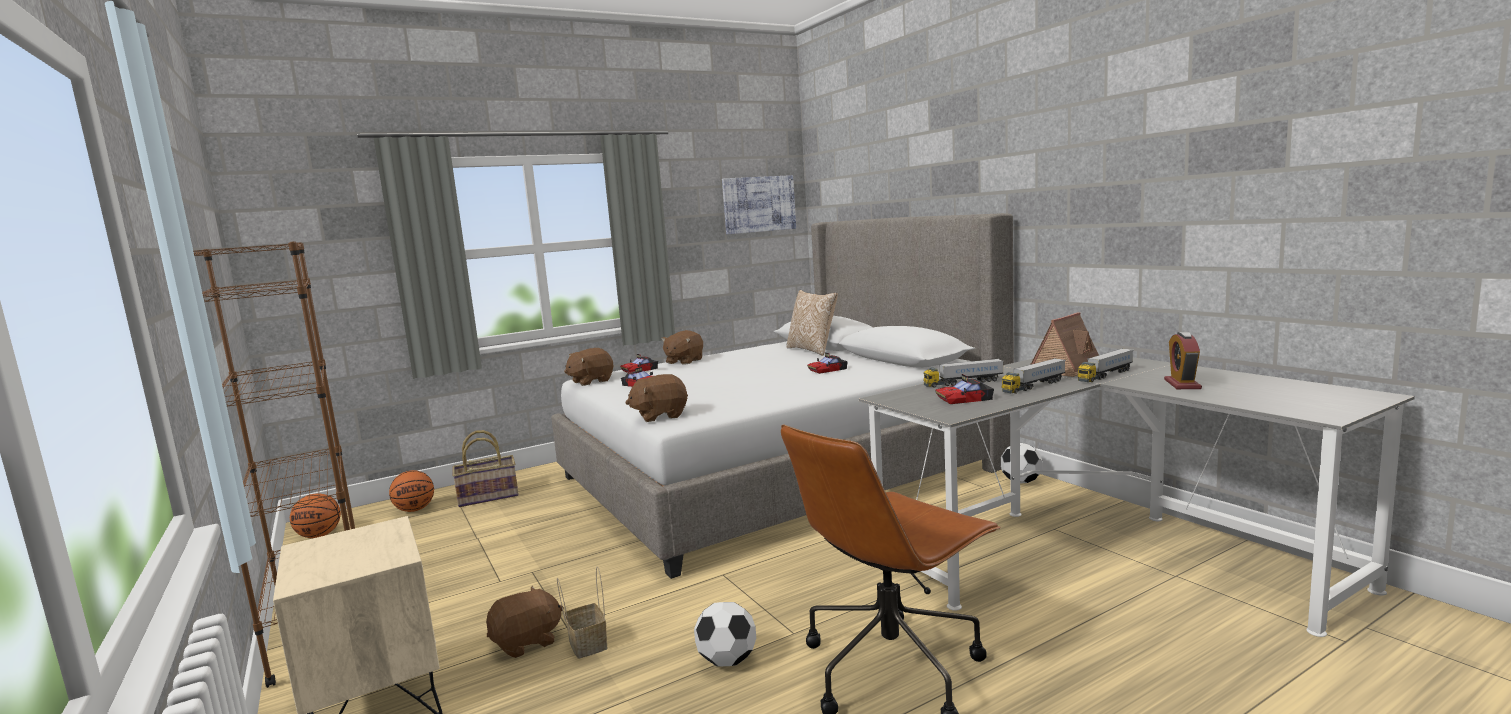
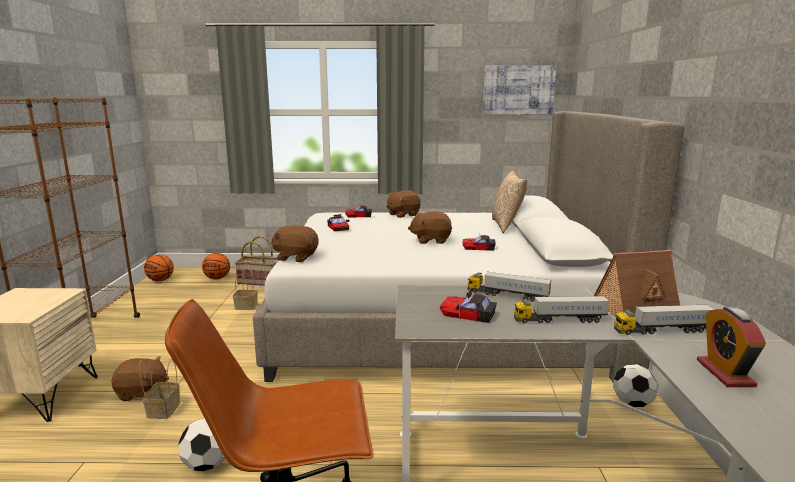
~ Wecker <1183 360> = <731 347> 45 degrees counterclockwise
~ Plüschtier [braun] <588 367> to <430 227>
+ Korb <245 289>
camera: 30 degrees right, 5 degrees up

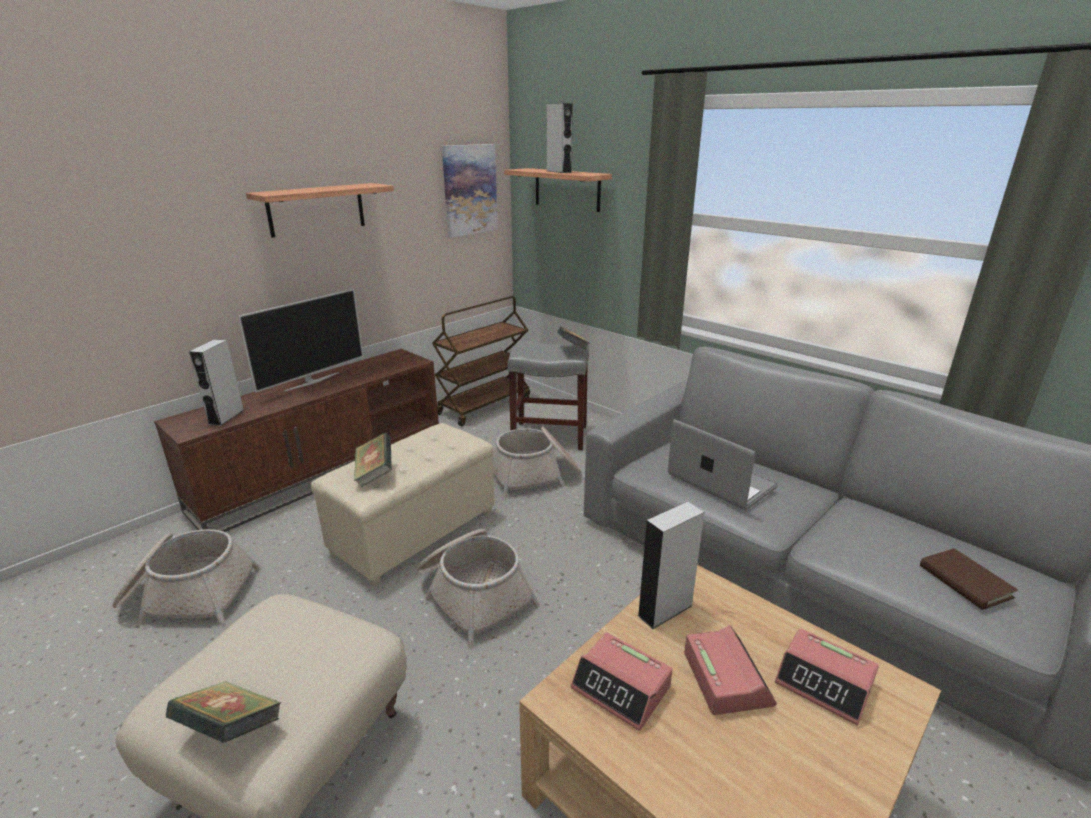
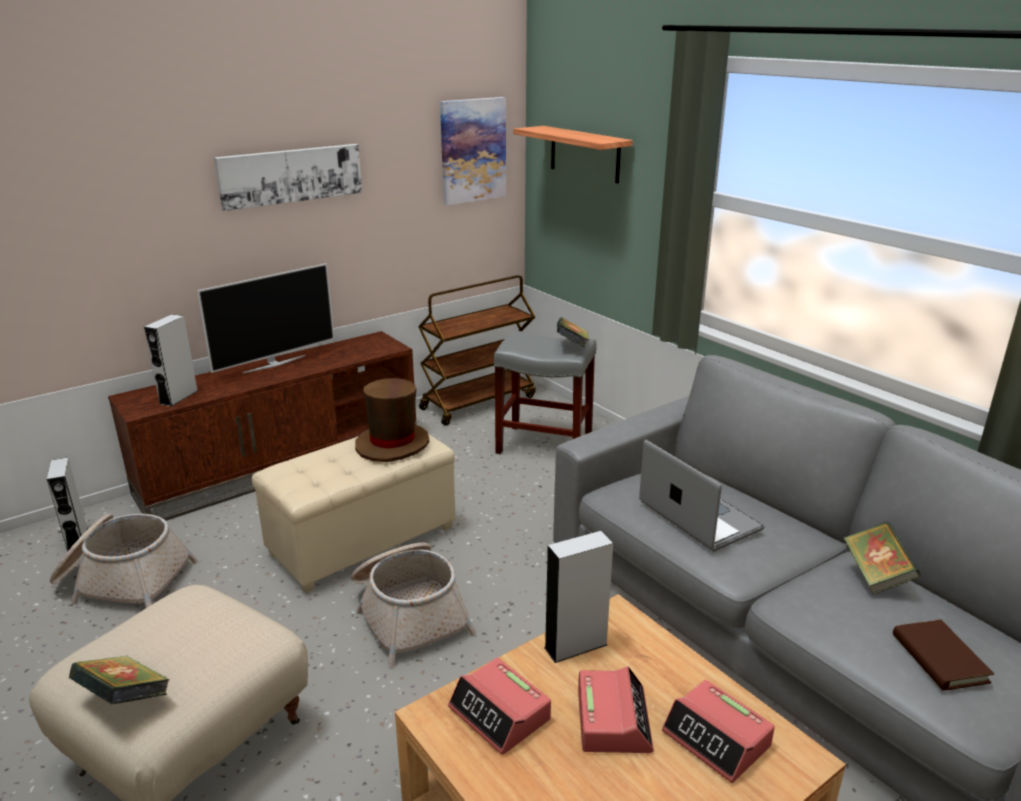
~ Lautsprecher [grau] <560 138> to <67 505>
~ Wandregal <320 210> to Bild <288 177>
- Korb <537 462>
~ Buch <373 460> to <882 558>
+ Hut [braun] <392 420>
camera: 10 degrees right, 0 degrees up

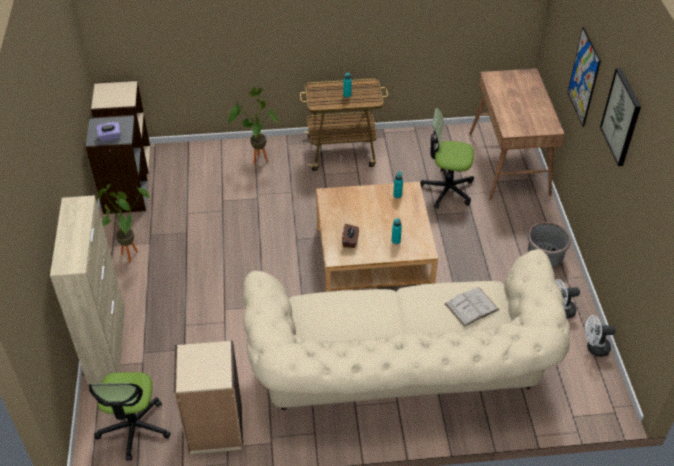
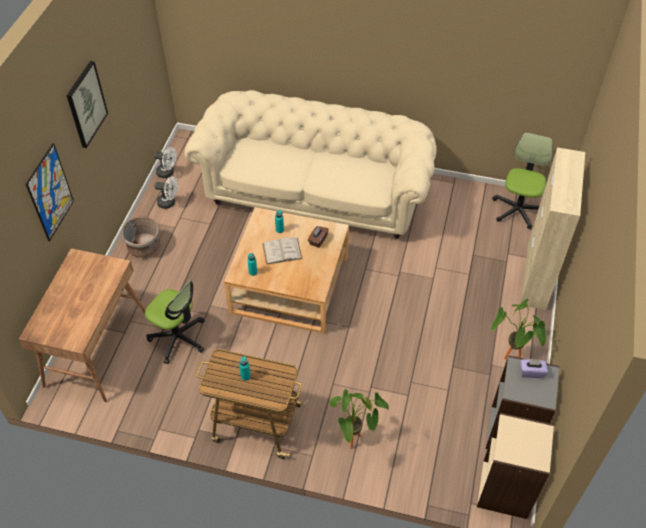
~ Buch [weiß] <472 307> to <282 251>
- Bücherregal [beige] <208 397>
camera: 160 degrees left, 5 degrees up

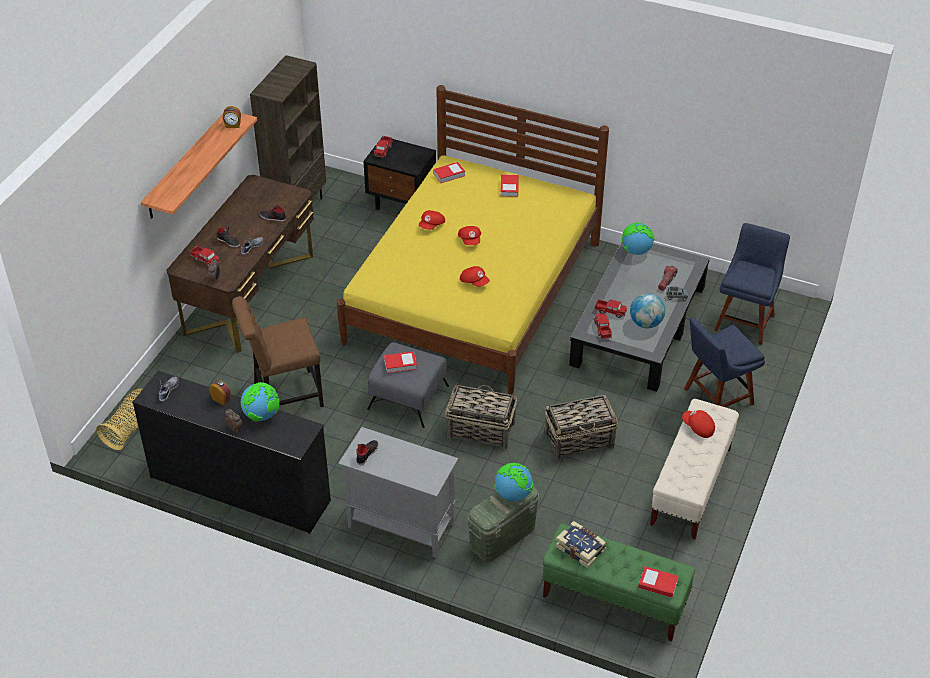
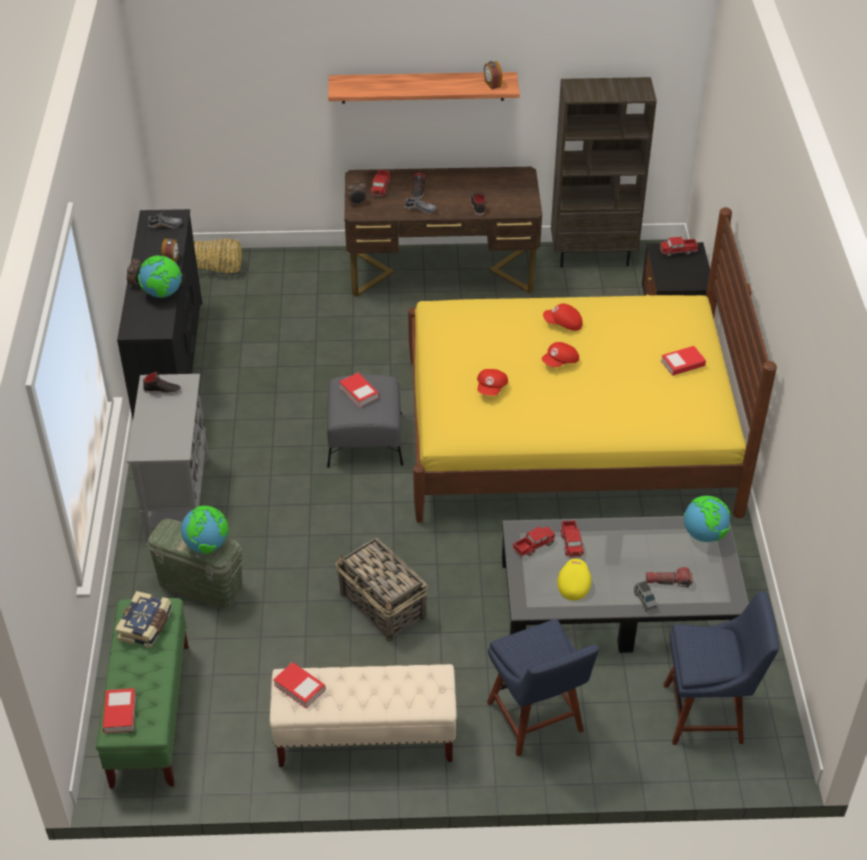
~ Buch <449 172> to <299 685>
~ Globus <647 310> to Kappe [gelb] <574 579>
- Stuhl [braun] <278 351>
~ Stuhl [blau] <724 362> = <543 688> 150 degrees counterclockwise
- Korb <481 415>
- Kappe [rot] <698 424>
camera: 65 degrees right, 0 degrees up

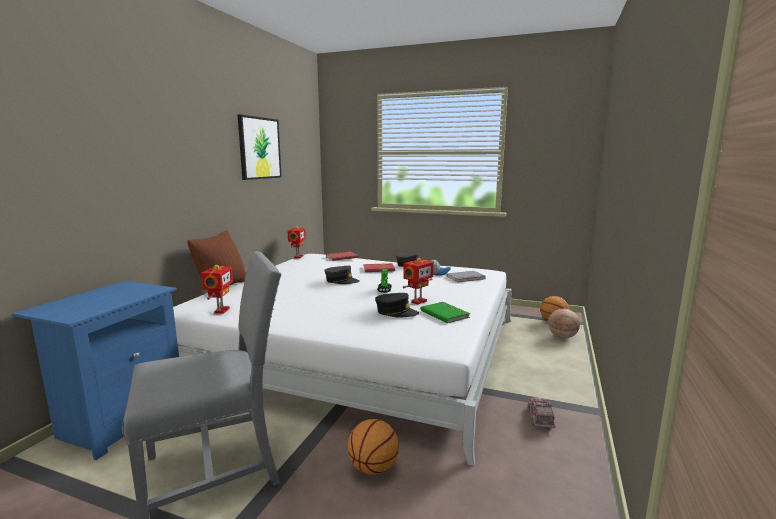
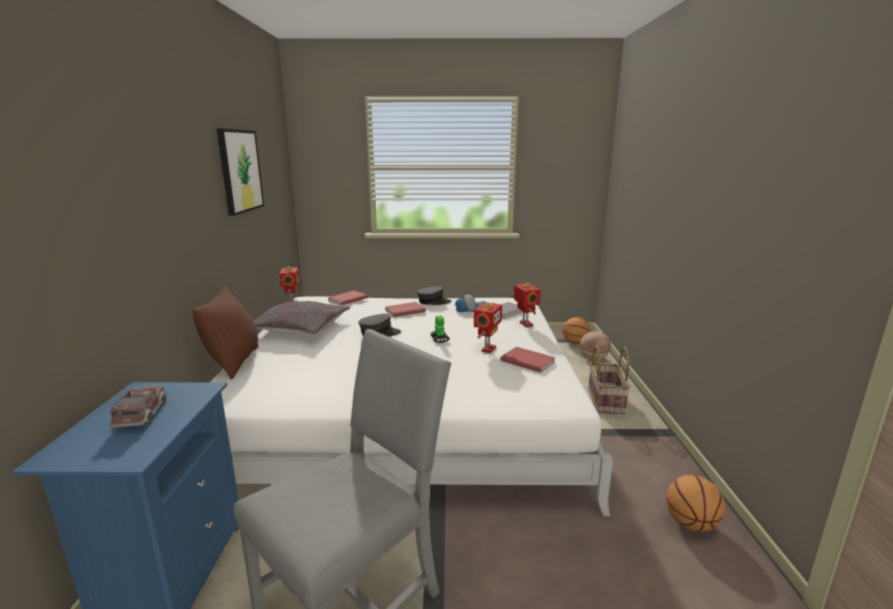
~ Spielzeugroboter <217 289> to <527 305>
- Kappe [schwarz] <397 305>
~ Buch [grün] <445 312> to Buch [rot] <527 360>
~ Spielzeuglaster <542 412> to <138 407>
~ Basketball <373 447> to <695 503>
+ Kissen [grau] <301 318>
+ Korb <609 380>
camera: 20 degrees left, 5 degrees up

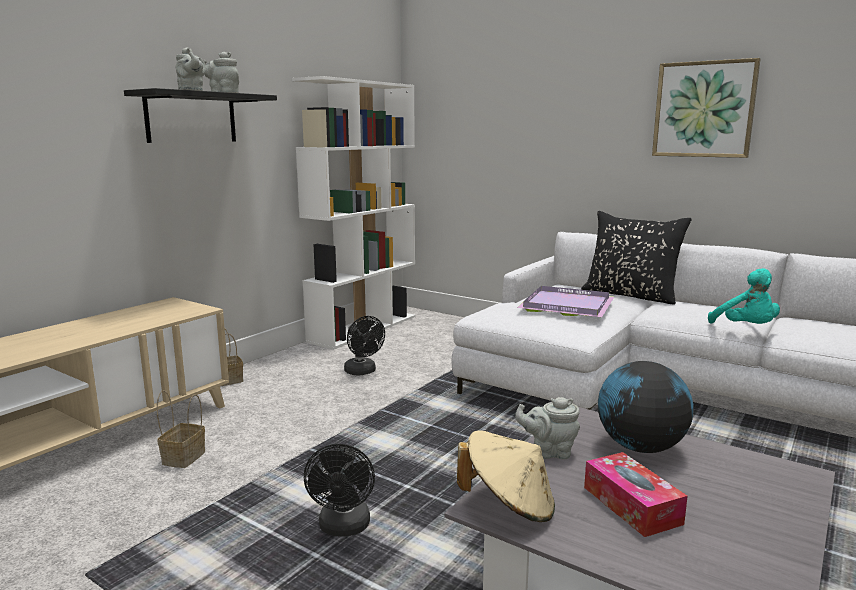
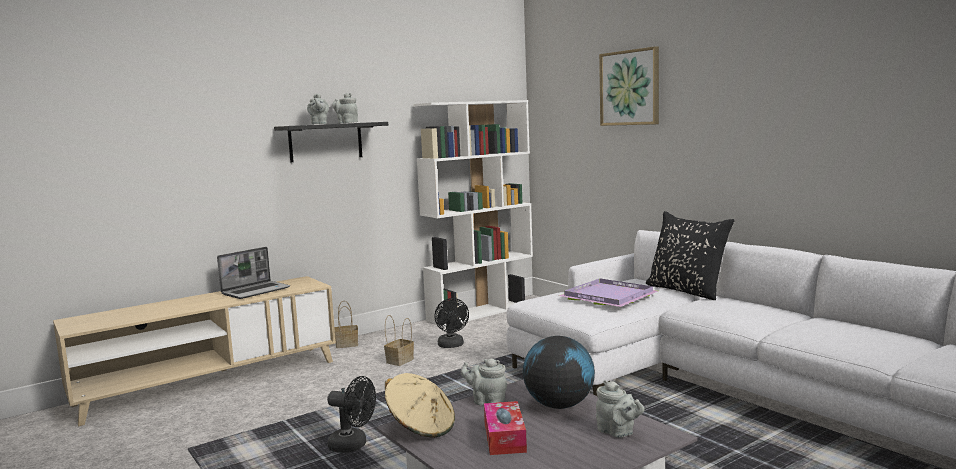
~ Bild <706 108> to <629 86>
- Plüschtier [türkis] <744 296>
~ Korb <181 429> to <399 340>
~ Ventilator [schwarz] <339 490> = <351 414> 90 degrees counterclockwise
+ Laptop <253 273>
+ Teekanne [grau] <620 409>
camera: 20 degrees right, 5 degrees down

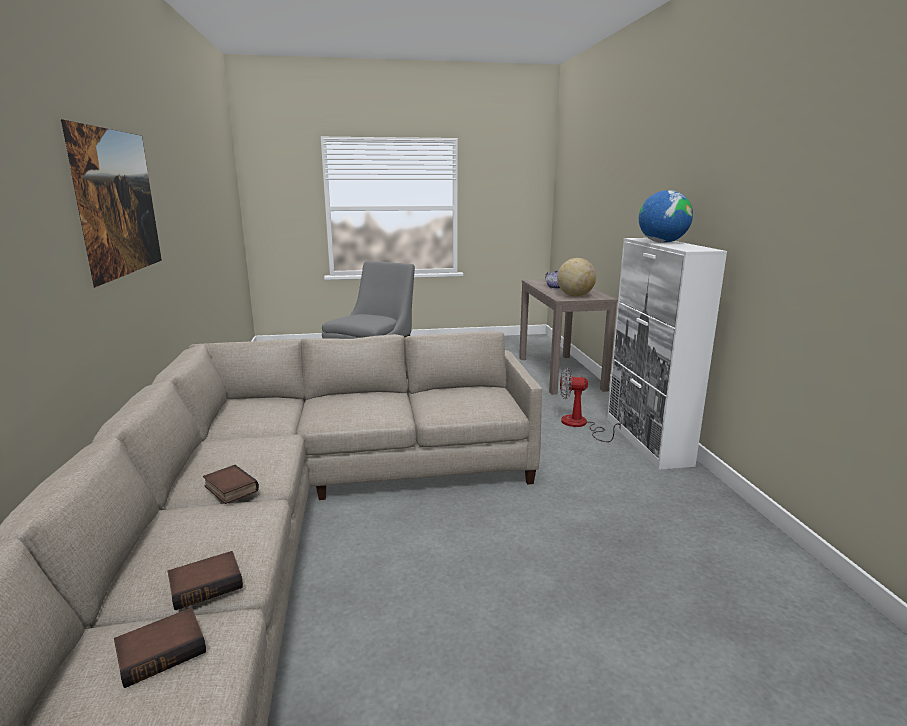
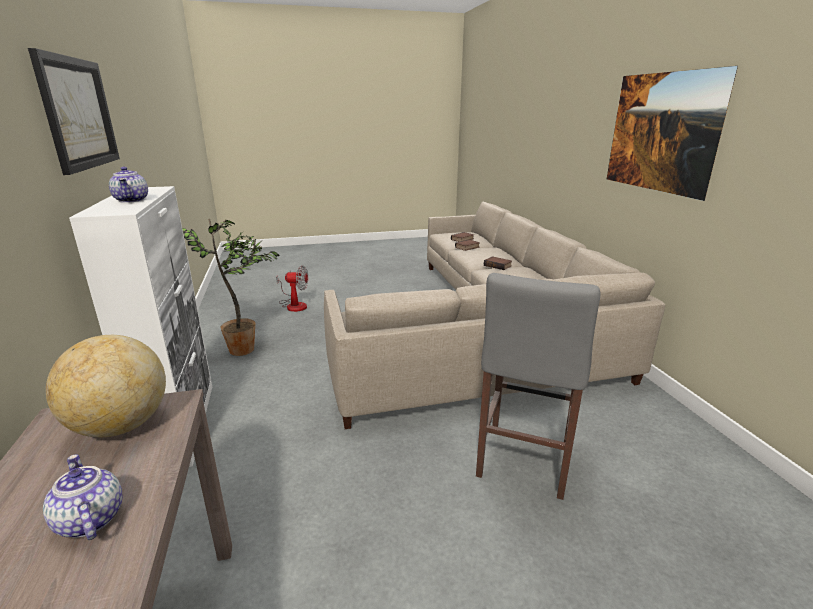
~ Globus <666 216> to Teekanne <128 185>
~ Ventilator <590 405> to <292 288>
+ Bild <74 111>
+ Topfpflanze <231 287>
camera: 175 degrees right, 5 degrees up

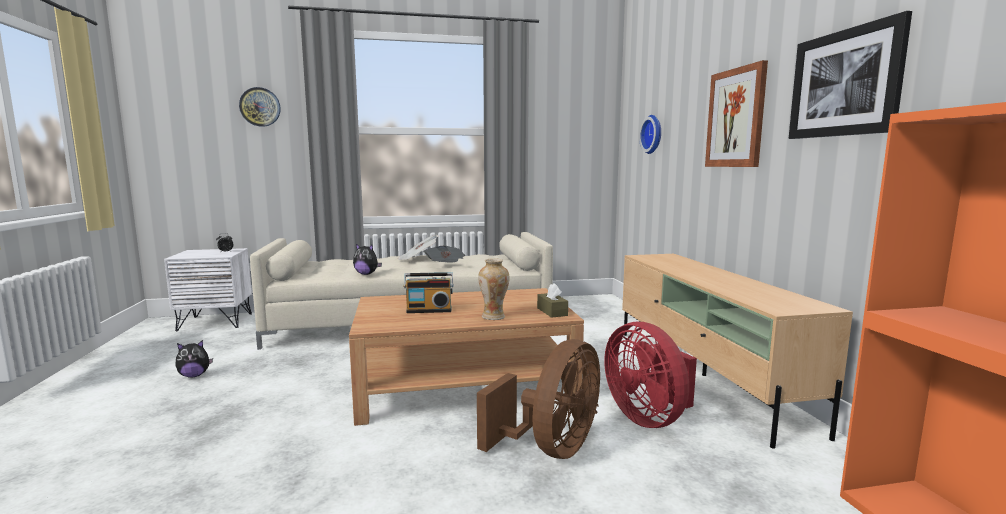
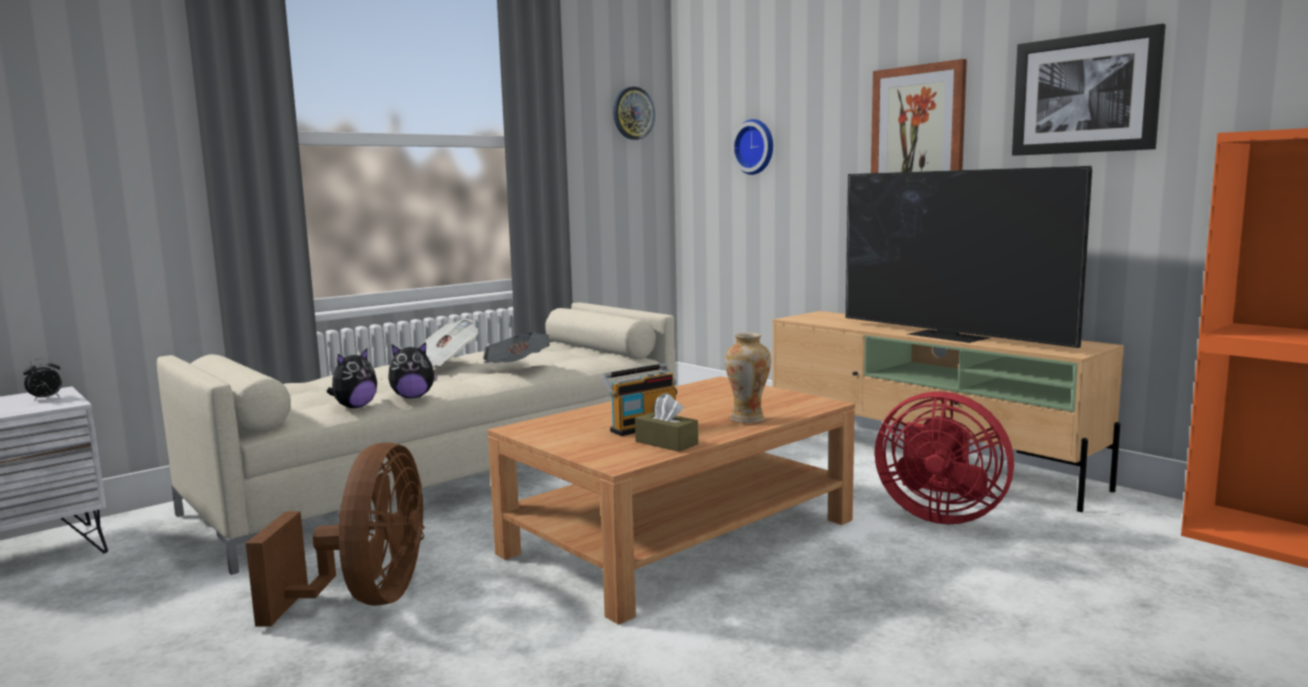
~ Wanduhr <260 107> to <634 113>
~ Taschentuchbox [braun] <552 300> to <666 423>
~ Ventilator [braun] <538 399> to <335 534>
~ Plüschtier <194 359> to <352 378>
+ Fernseher <969 257>
camera: 30 degrees left, 0 degrees up

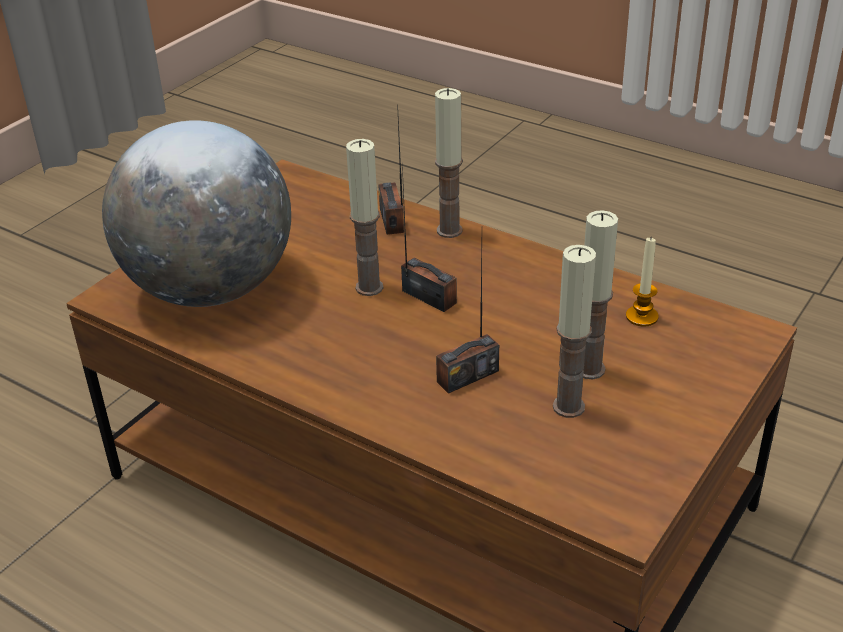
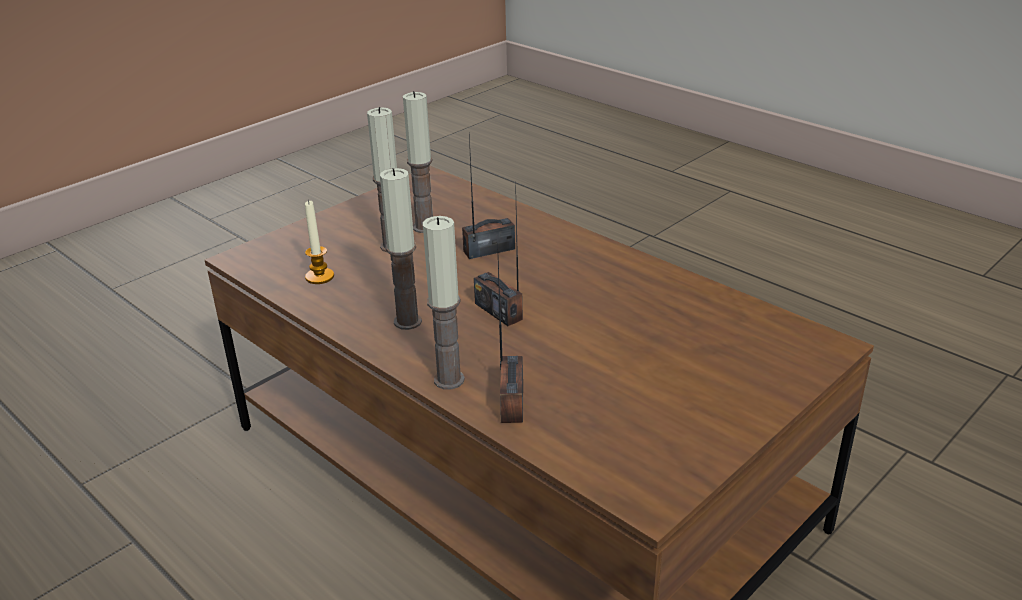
- Globus <196 213>
~ Kerze <364 217> to <401 249>
camera: 170 degrees left, 5 degrees down

